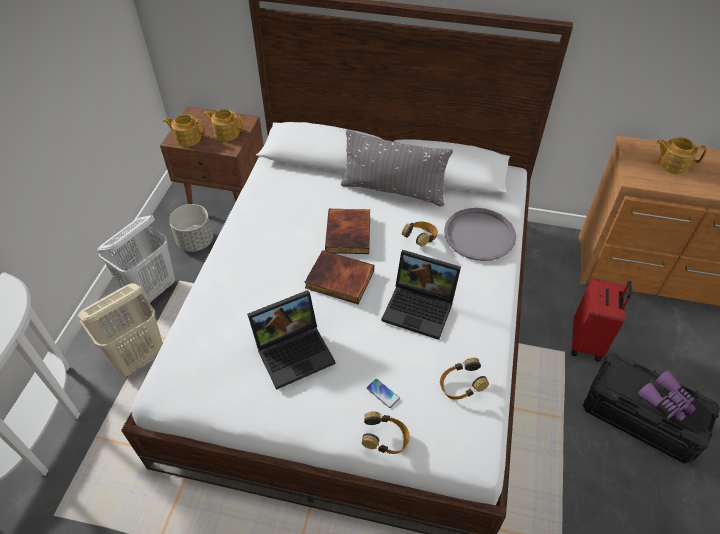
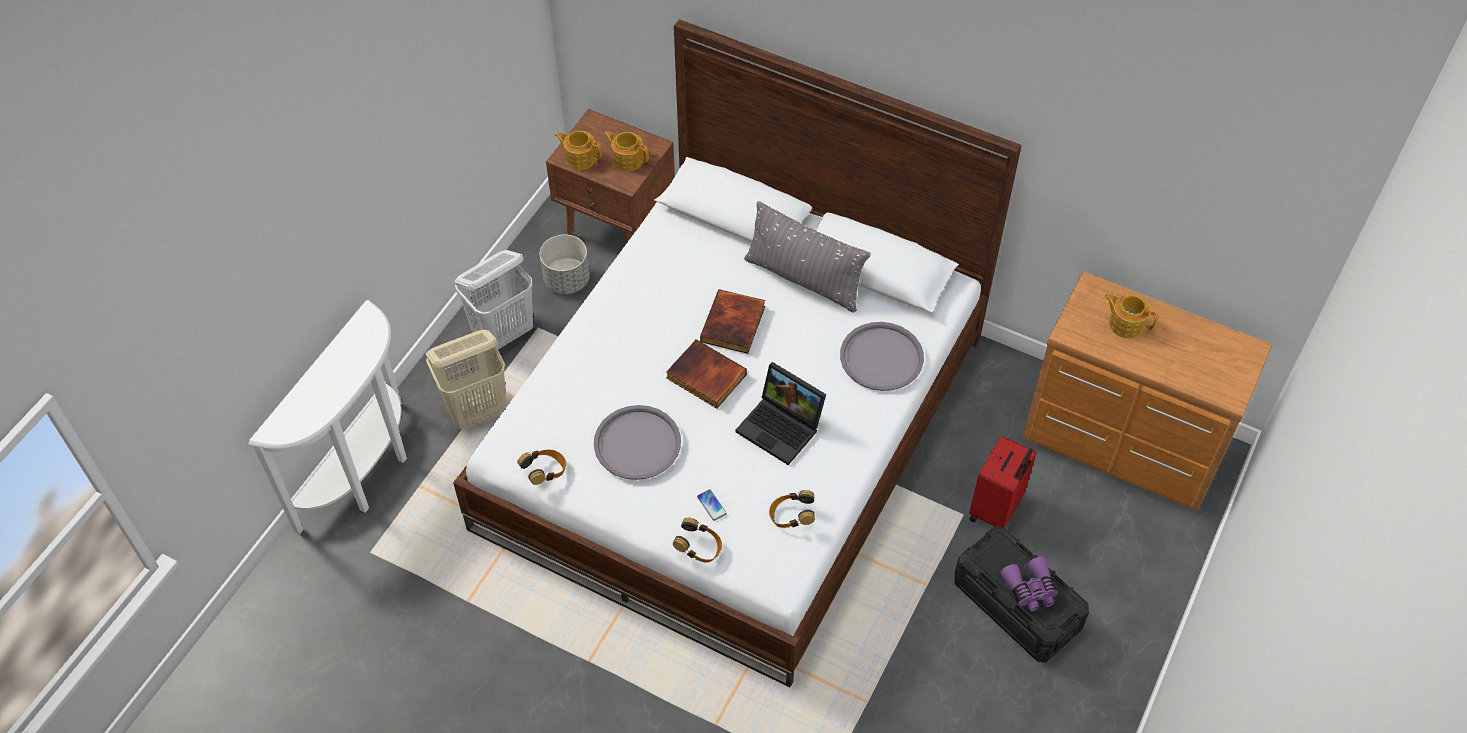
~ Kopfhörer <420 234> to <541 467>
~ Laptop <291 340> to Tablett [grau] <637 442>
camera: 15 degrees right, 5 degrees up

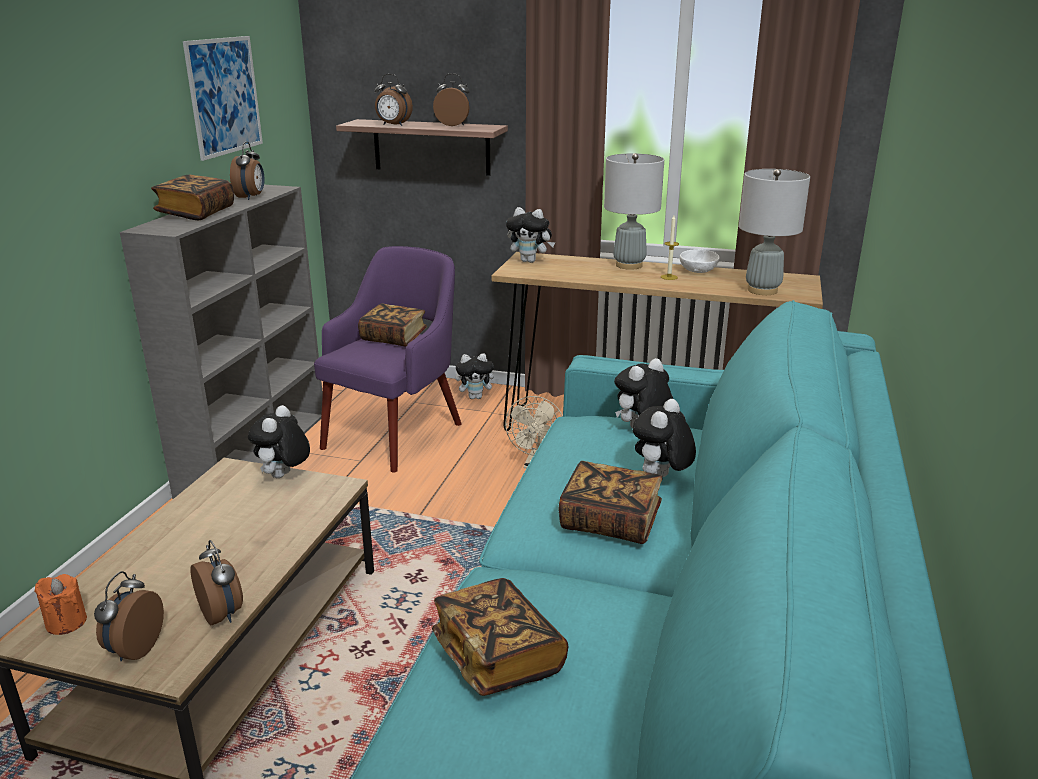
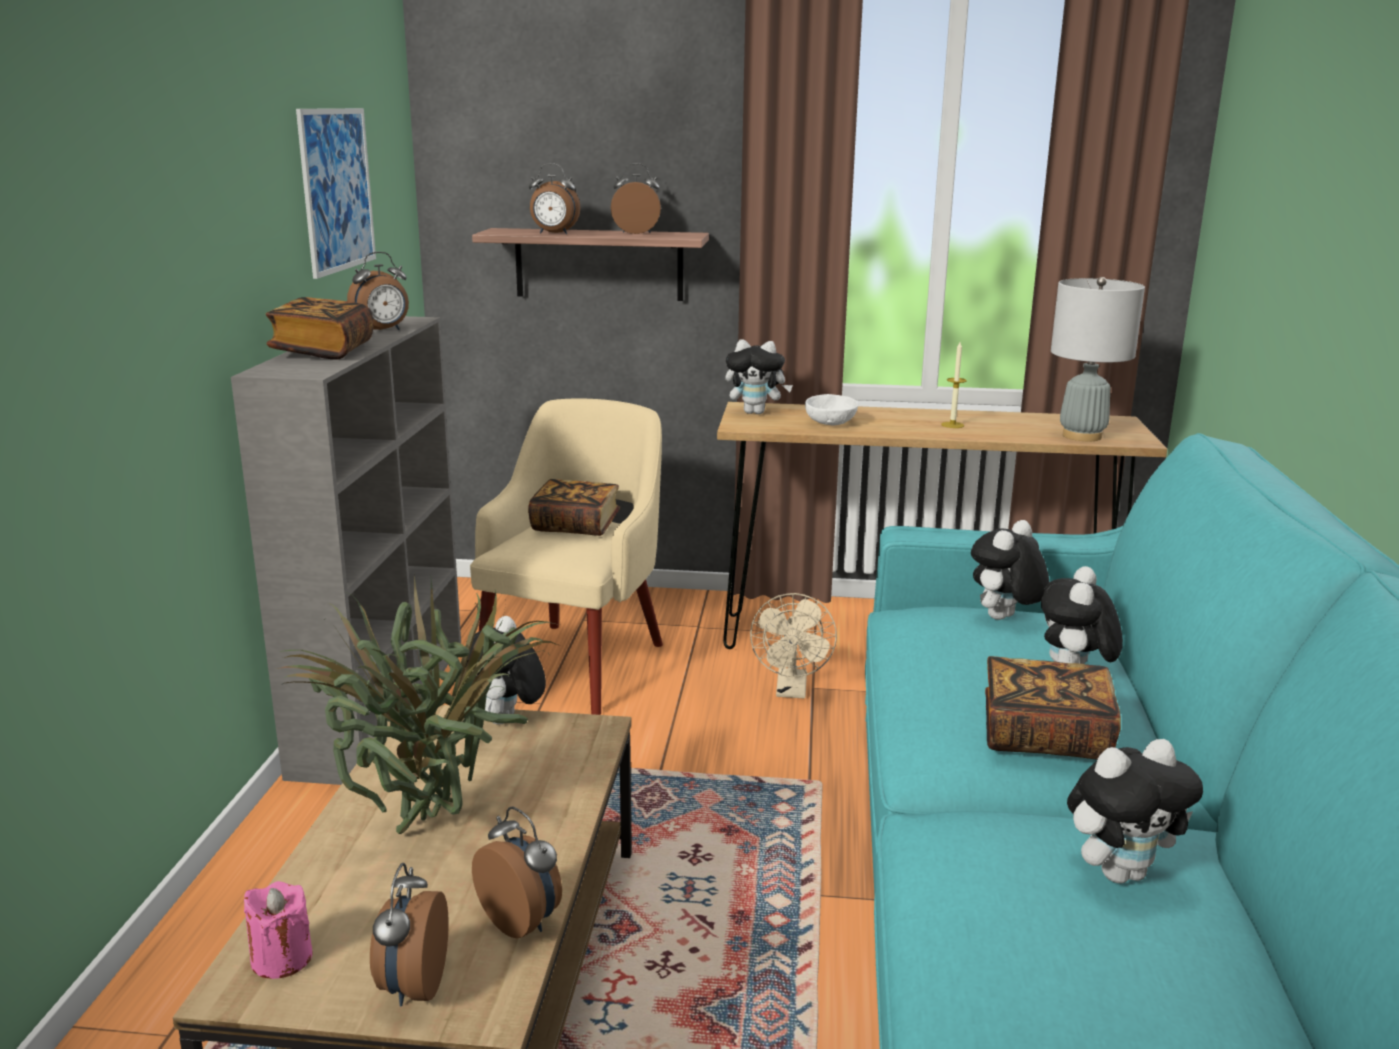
~ Wecker <247 171> = <378 291> 60 degrees clockwise
- Tischlampe [grau] <634 211>
~ Sessel [lila] <388 359> to Sessel [beige] <566 556>
~ Schüssel [weiß] <699 261> to <831 409>
~ Plüschtier <477 376> to <1135 811>
~ Kerze [orange] <60 604> to Kerze [rosa] <278 930>
- Buch <500 637>
+ Topfpflanze <418 705>
camera: 10 degrees left, 5 degrees down

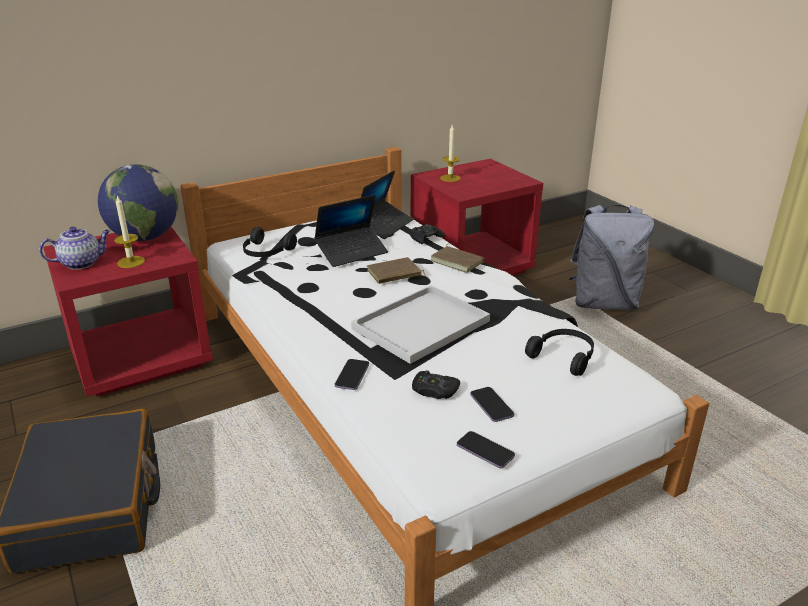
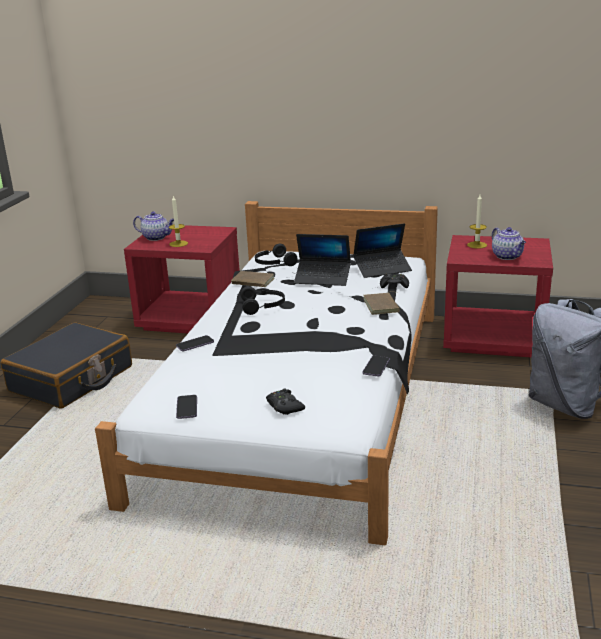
- Globus <138 202>
~ Buch [braun] <396 270> to <253 279>
- Tablett [weiß] <420 324>
~ Kopfhörer [schwarz] <559 352> to <262 300>
~ Gamepad [schwarz] <436 384> to <285 401>
~ Handy <492 404> to <376 366>
+ Teekanne <509 243>
camera: 45 degrees right, 5 degrees down

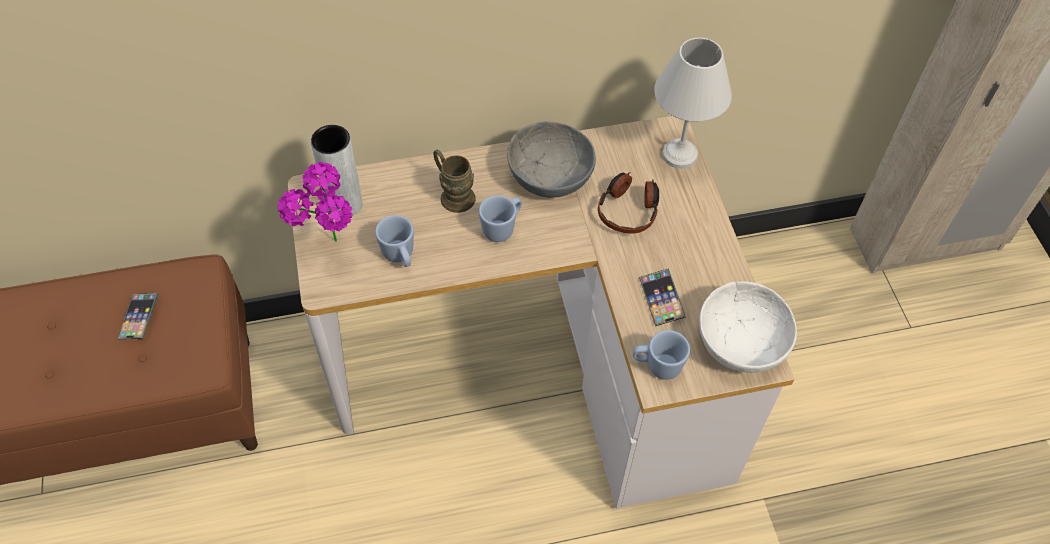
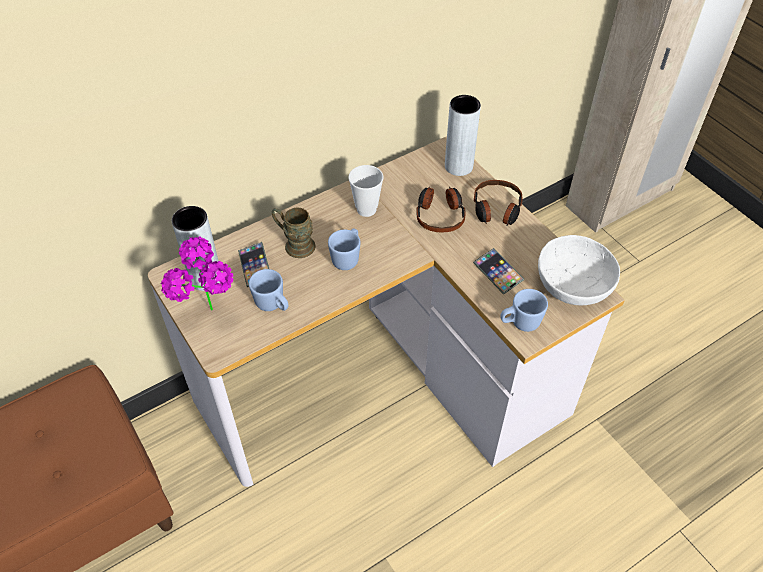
~ Tischlampe [weiß] <693 103> to Vase [grau] <463 135>
~ Schüssel [grau] <551 159> to Tasse <365 191>
~ Handy <137 316> to <253 264>
+ Kopfhörer <498 203>
camera: 20 degrees left, 5 degrees down

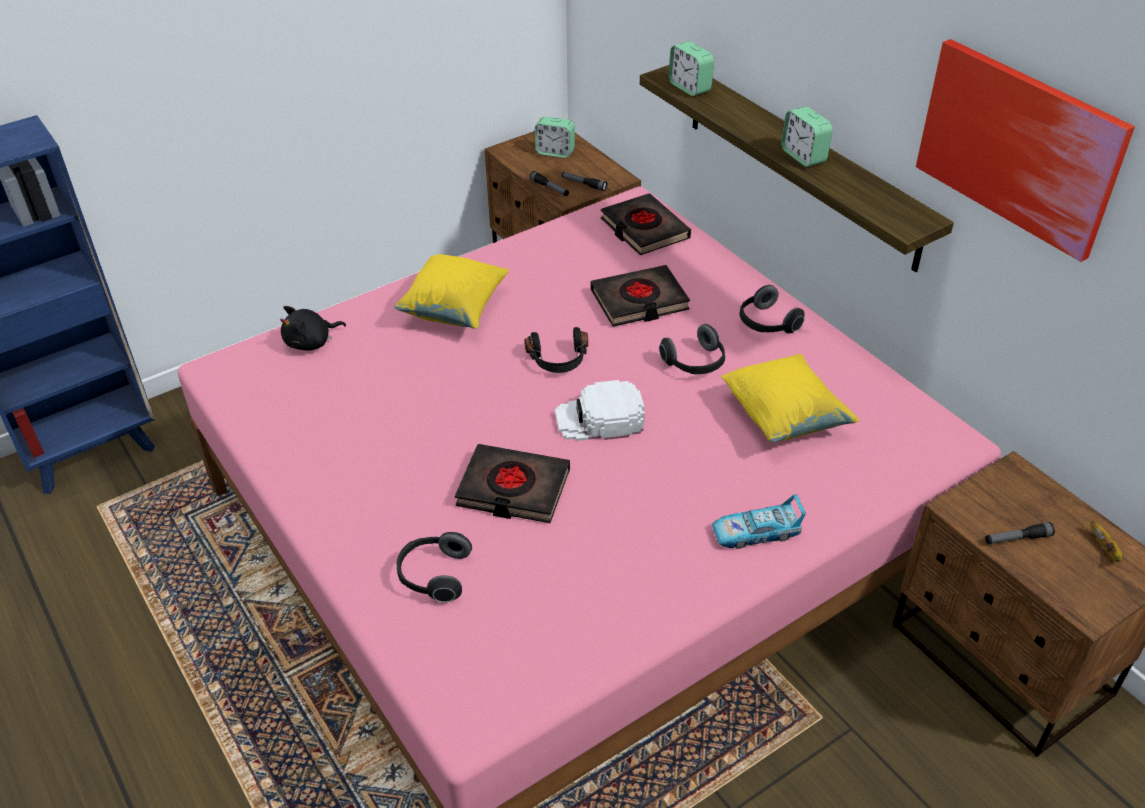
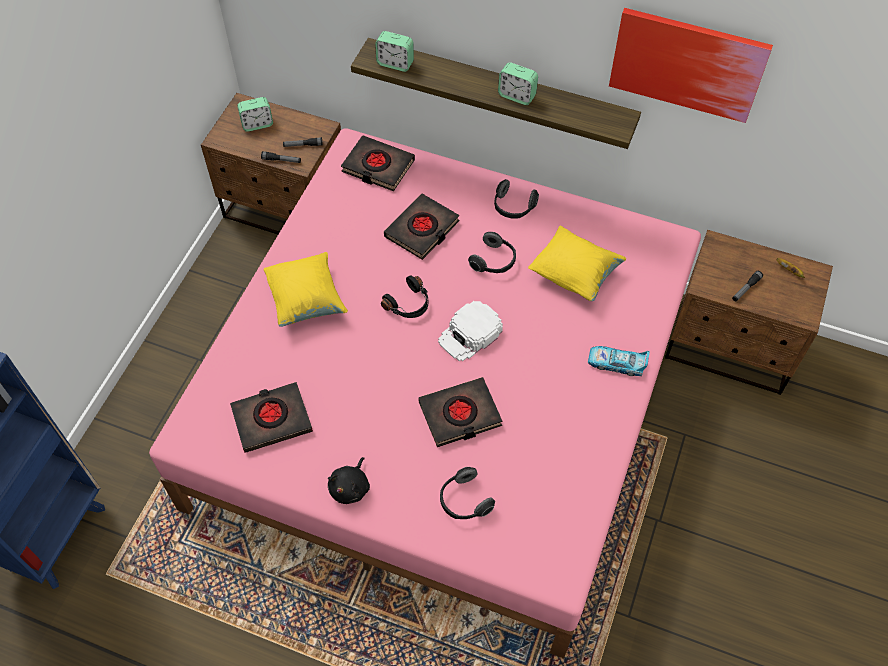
~ Plüschtier [schwarz] <313 328> to <349 480>
~ Spielzeugauto <759 521> = <619 361> 60 degrees clockwise
+ Buch [schwarz] <271 417>
camera: 35 degrees left, 15 degrees up

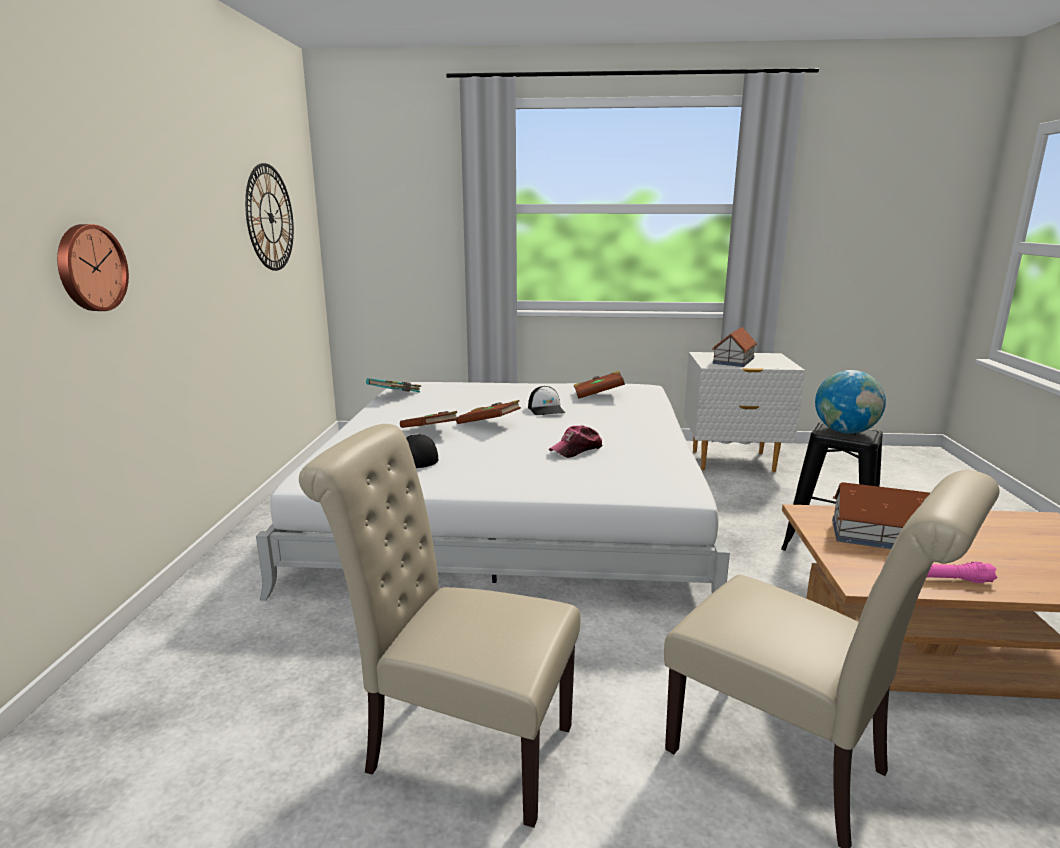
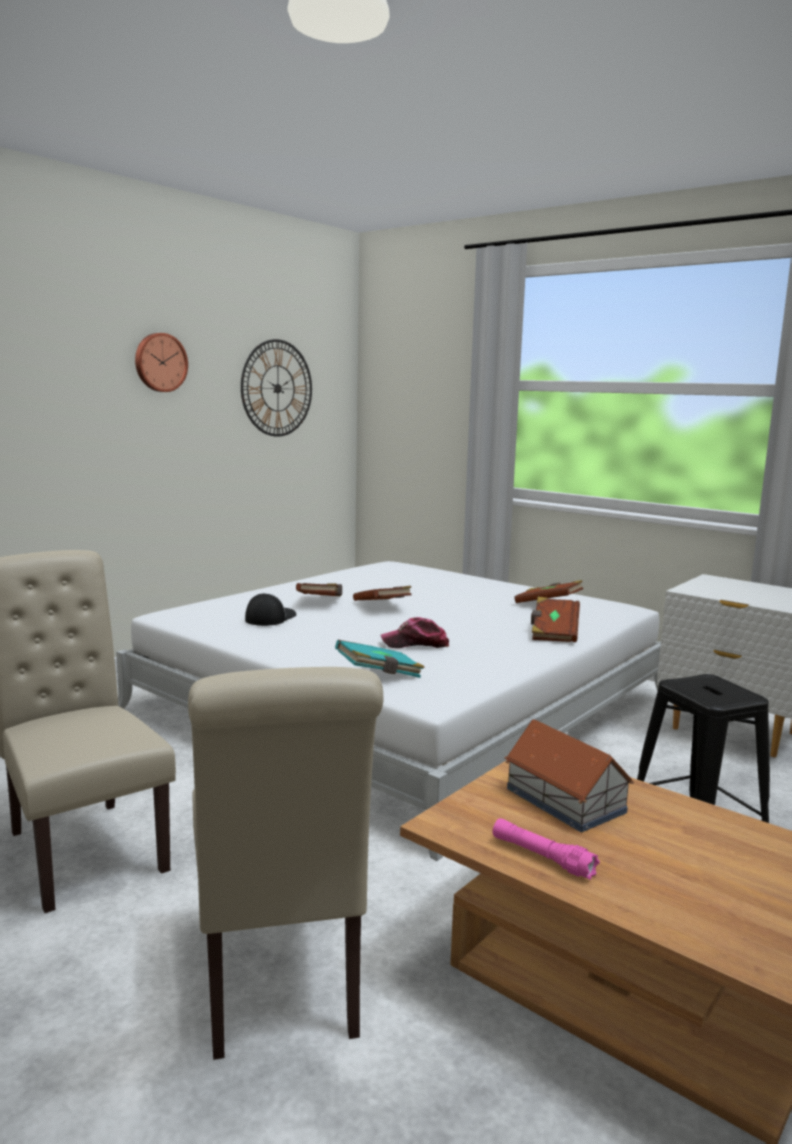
~ Wanduhr <93 267> to <161 362>
- Spielzeughaus <734 347>
- Globus <850 402>
~ Buch [türkis] <393 385> to <380 659>
- Kappe <546 400>
+ Buch [braun] <555 619>
camera: 35 degrees right, 5 degrees down

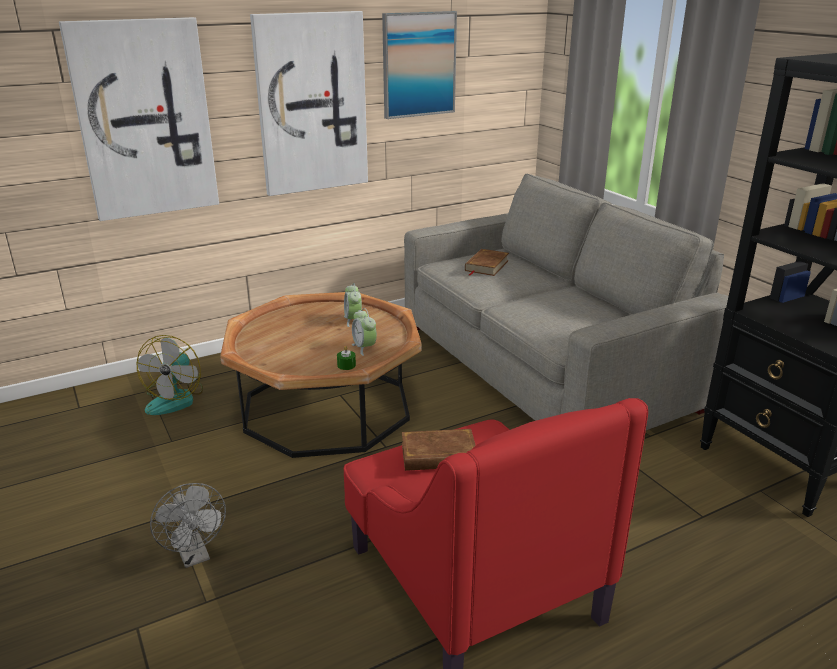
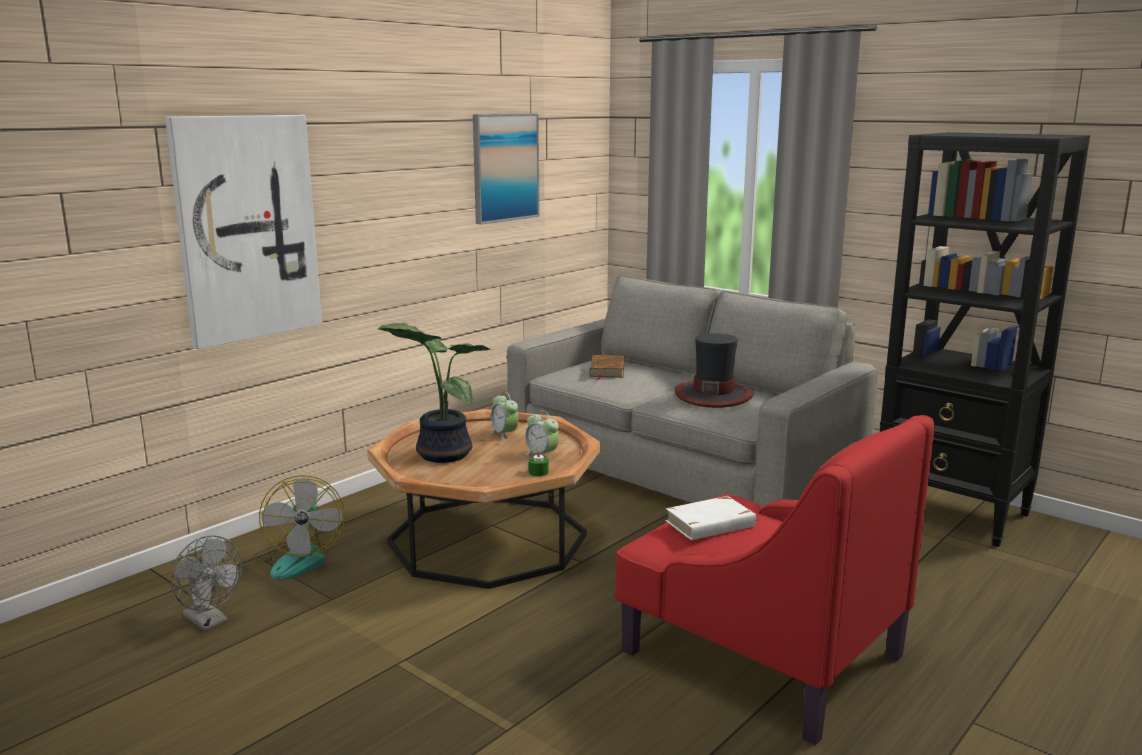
- Bild <309 103>
~ Buch [braun] <439 450> to Buch [weiß] <712 518>
~ Ventilator [grau] <188 525> to <206 583>
+ Topfpflanze <435 393>
+ Hut <714 370>
camera: 20 degrees left, 10 degrees down

